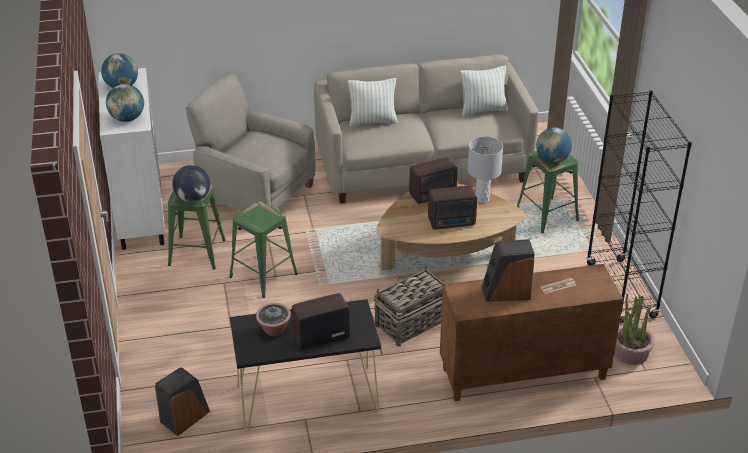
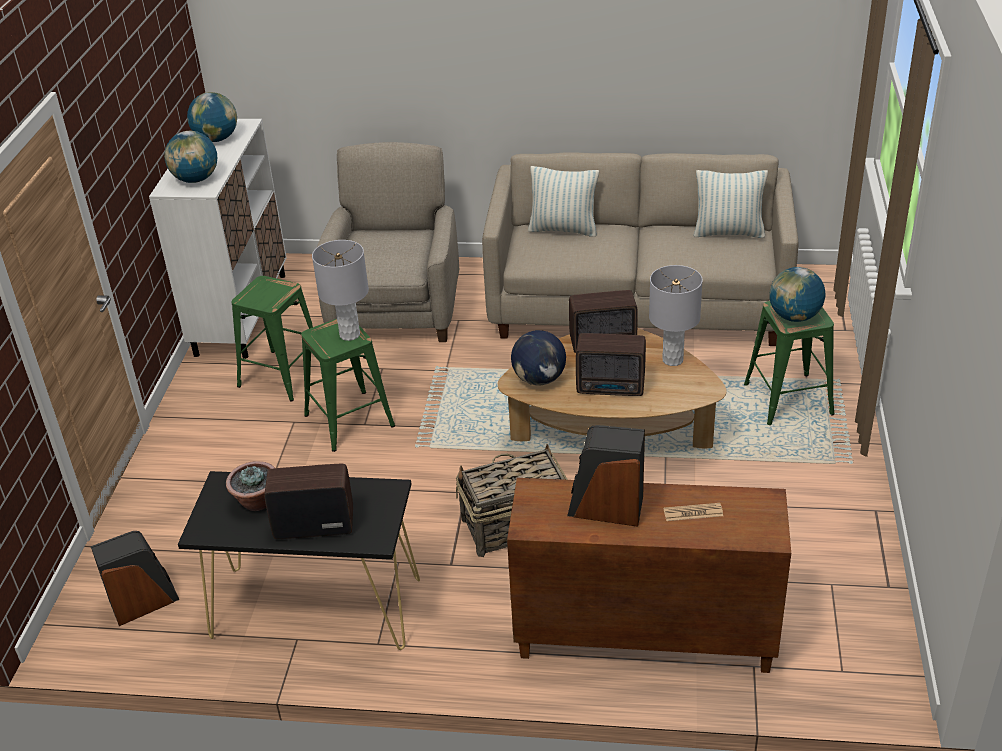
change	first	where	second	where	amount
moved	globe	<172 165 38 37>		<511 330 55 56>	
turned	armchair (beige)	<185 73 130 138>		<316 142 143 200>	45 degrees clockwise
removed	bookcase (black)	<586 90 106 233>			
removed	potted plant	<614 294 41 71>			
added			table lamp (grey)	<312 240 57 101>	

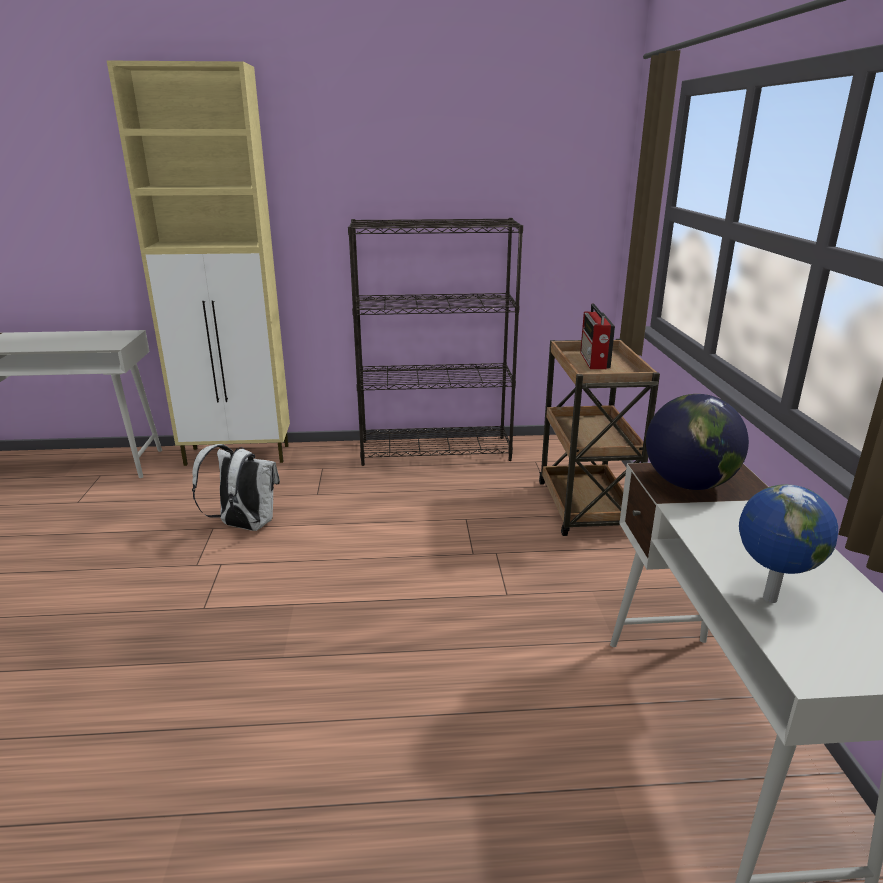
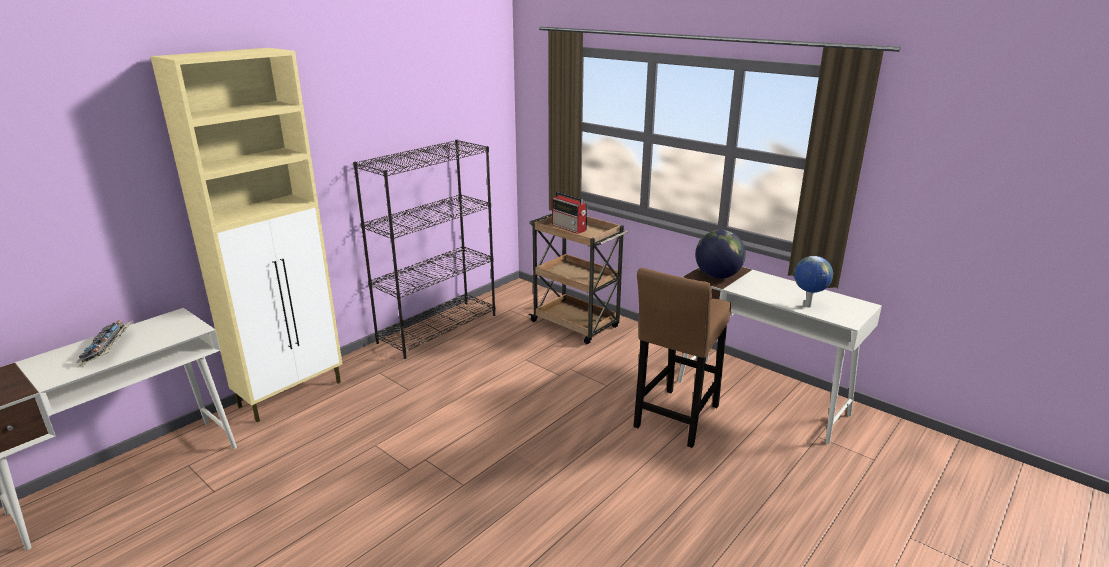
change	first	where	second	where	amount
removed	backpack (white)	<192 444 88 87>			
added			keyboard	<76 320 57 47>	
added			stool (brown)	<633 268 98 180>	

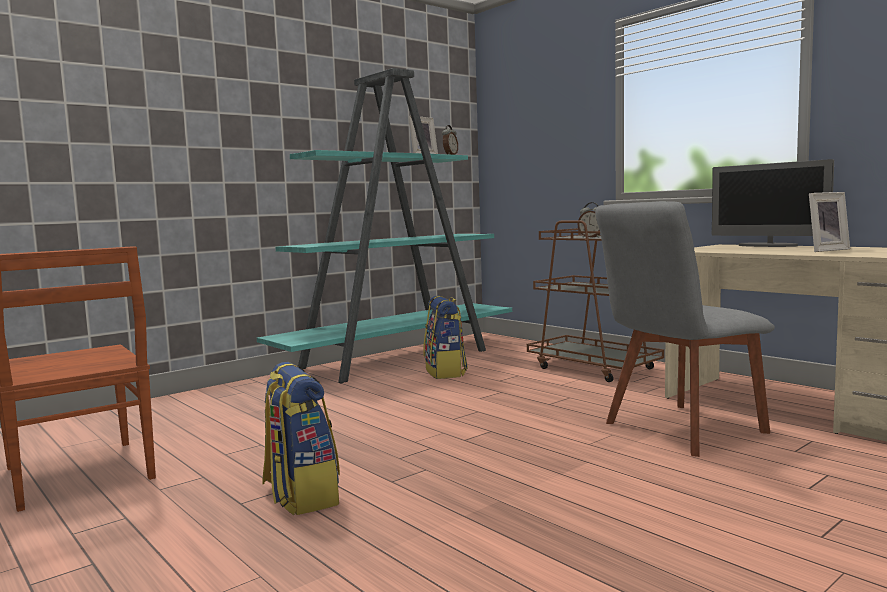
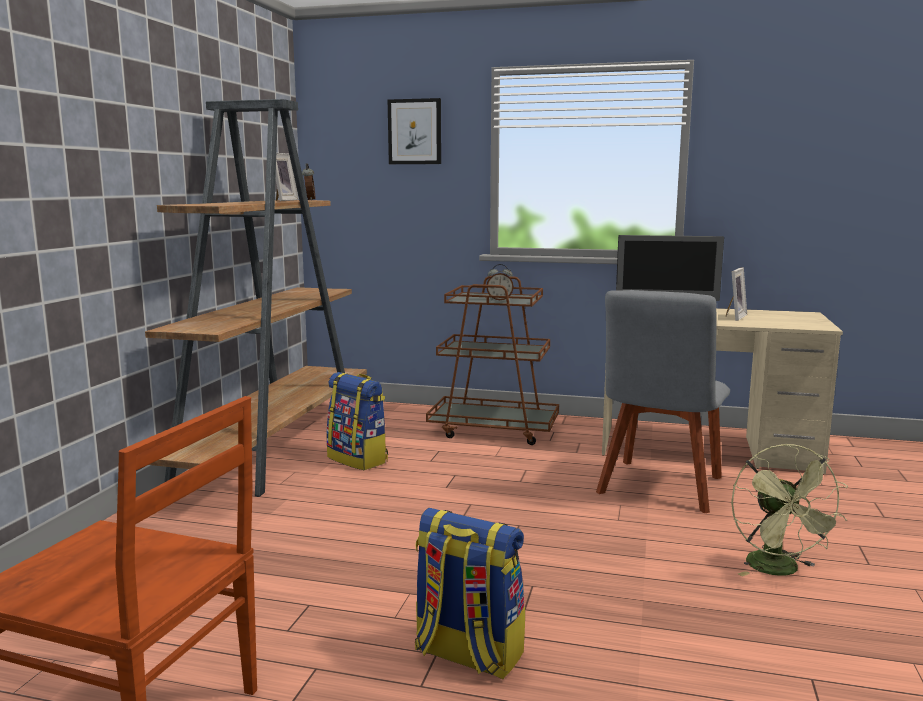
change	first	where	second	where	amount
recoloured	bookcase (turquoise)	<257 68 255 315>	bookcase (brown)	<145 99 222 398>	
added			picture	<388 98 53 66>	
added			fan (green)	<731 444 117 132>	

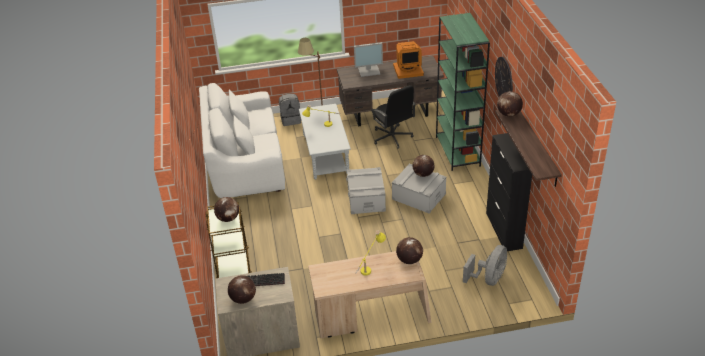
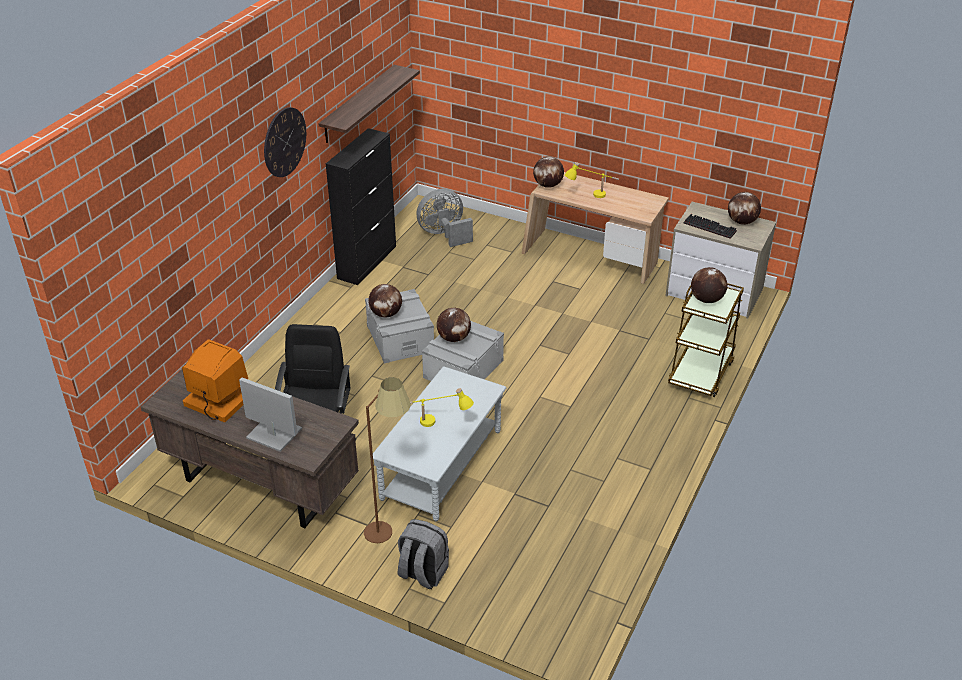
change	first	where	second	where	amount
removed	sofa (white)	<199 83 86 115>			
removed	bookcase (green)	<436 13 54 158>			
moved	globe	<497 91 26 26>		<437 308 34 34>	

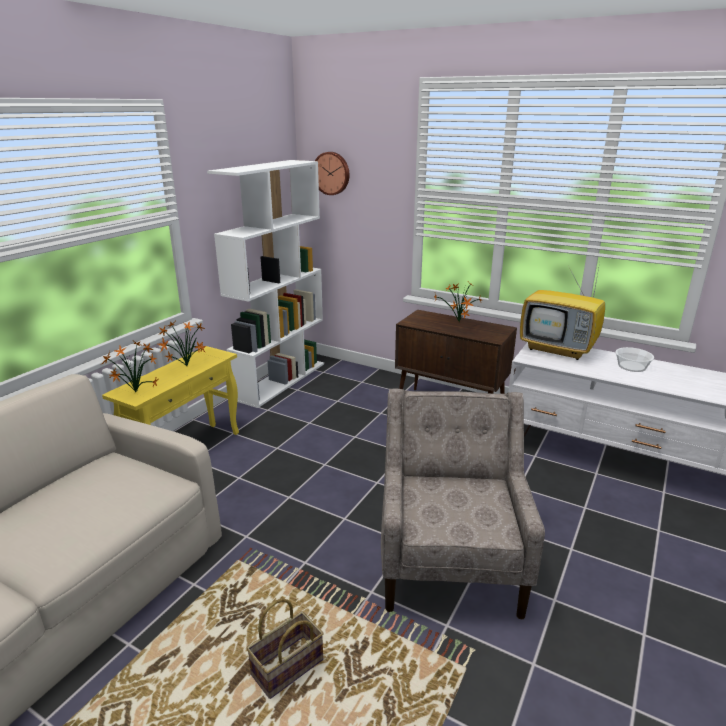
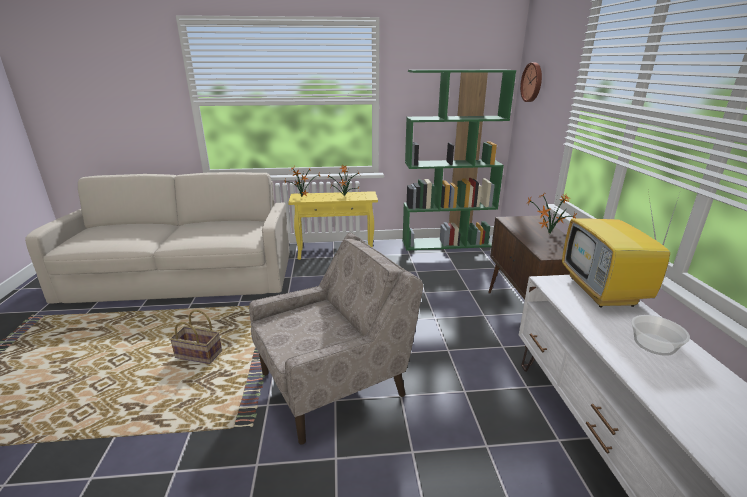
change	first	where	second	where	amount
recoloured	bookcase (white)	<207 160 117 248>	bookcase (green)	<402 70 114 181>	

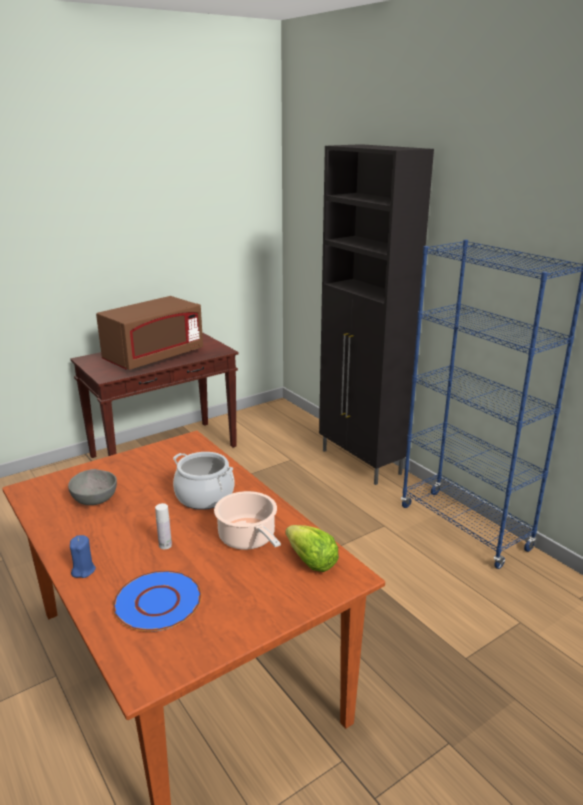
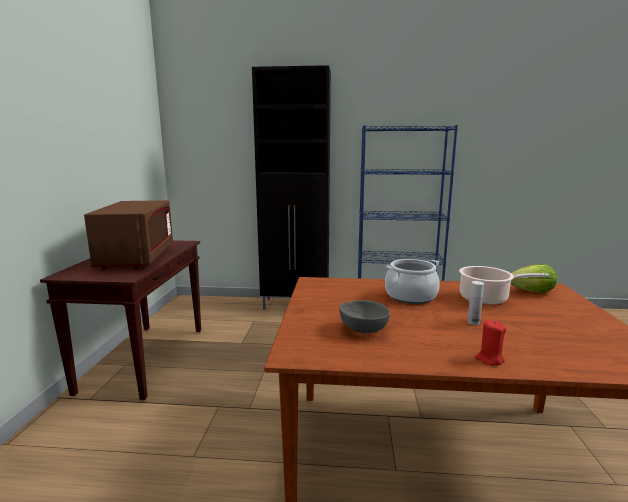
change	first	where	second	where	amount
recoloured	candle (blue)	<70 535 26 43>	candle (red)	<475 319 31 47>	
removed	plate (blue)	<113 570 88 62>			

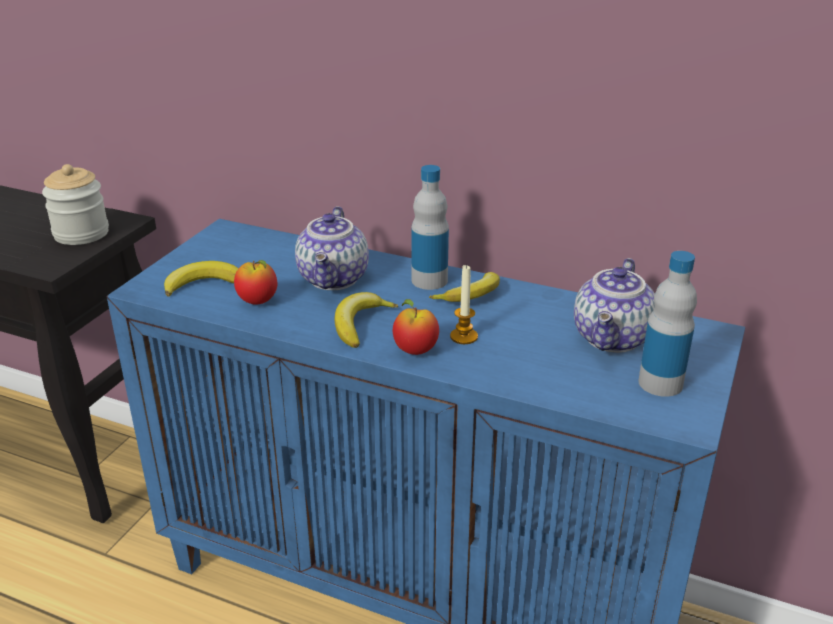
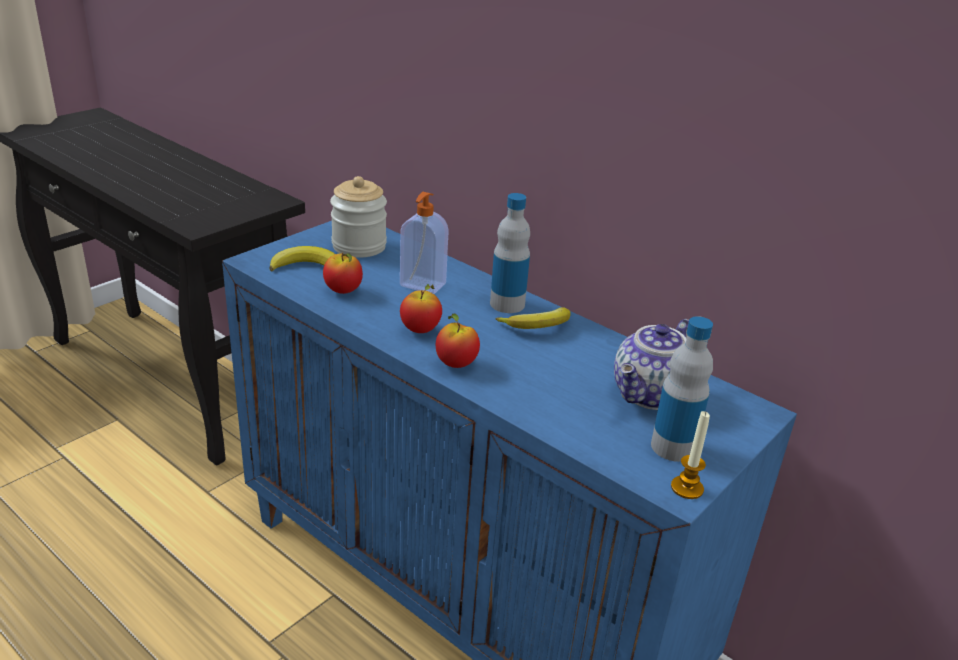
change	first	where	second	where	amount
moved	jar	<42 164 67 81>		<330 176 57 82>	
replaced	teapot	<295 206 74 84>	soap dispenser	<400 192 49 102>	
replaced	banana	<335 292 63 56>	apple	<400 284 42 49>	
moved	candle	<450 264 28 80>		<671 411 39 88>	

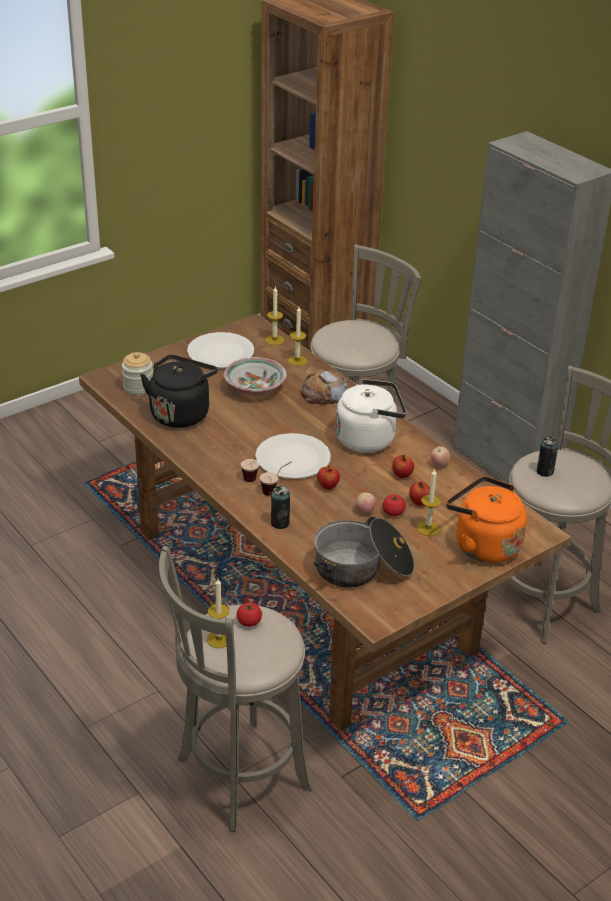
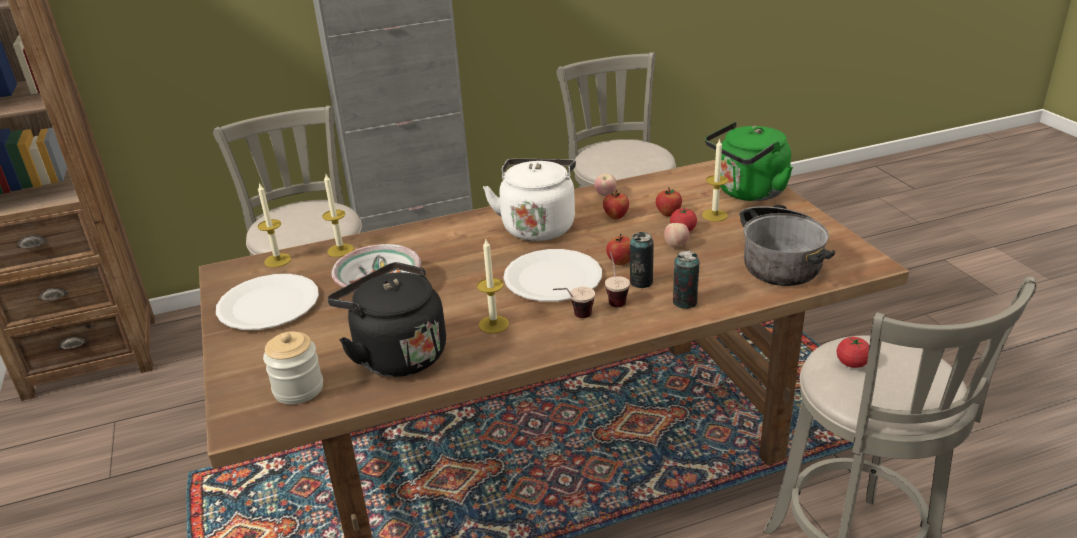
change	first	where	second	where	amount
moved	candle	<207 579 23 69>		<477 239 32 95>	
removed	bread	<300 369 48 36>			
recoloured	kettle (orange)	<446 476 81 87>	kettle (green)	<705 122 88 79>	
moved	can	<536 437 22 40>		<630 232 24 56>	

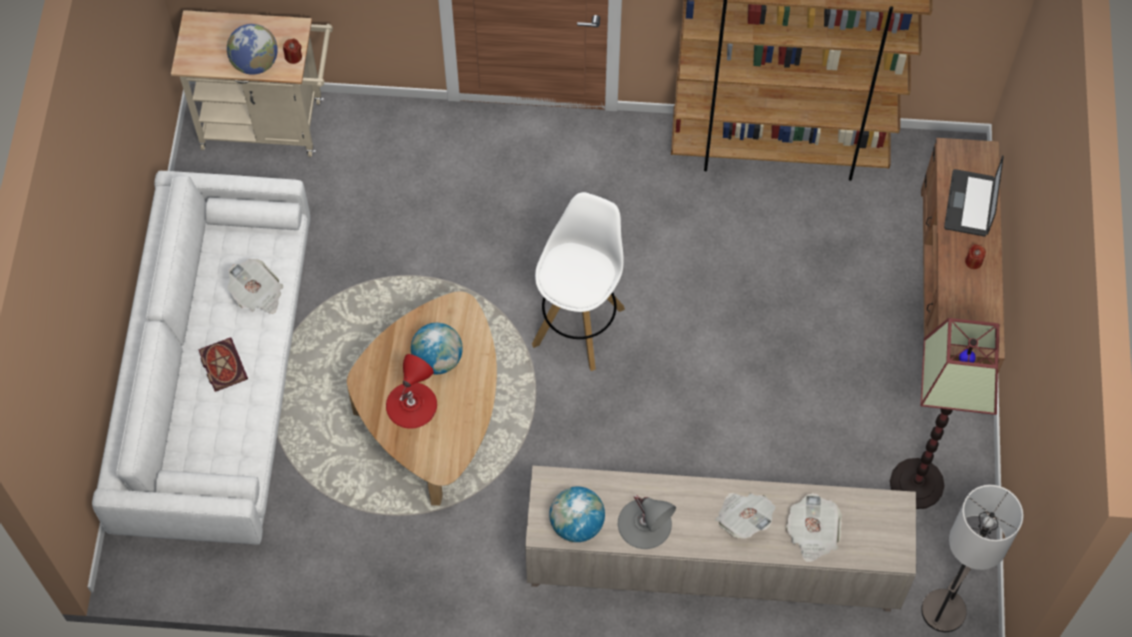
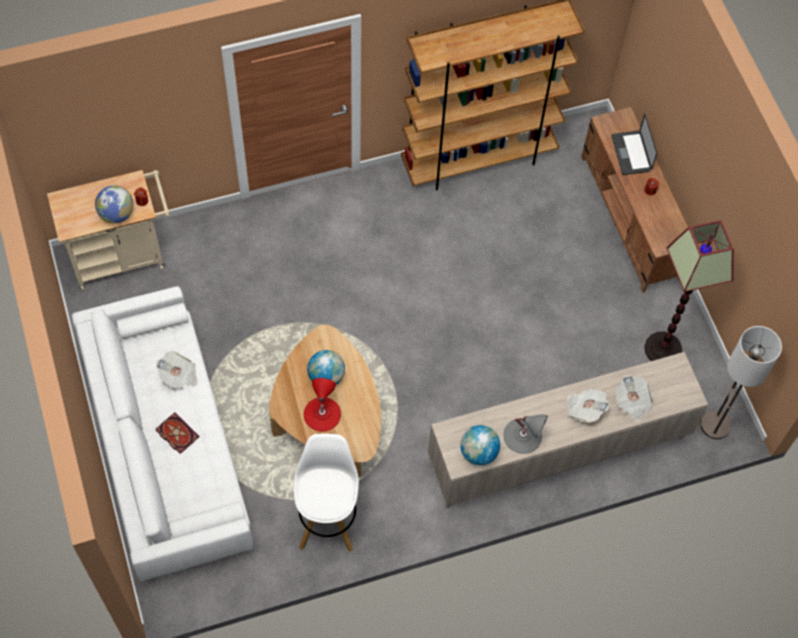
change	first	where	second	where	amount
moved	stool (white)	<532 192 93 179>		<294 433 65 119>	

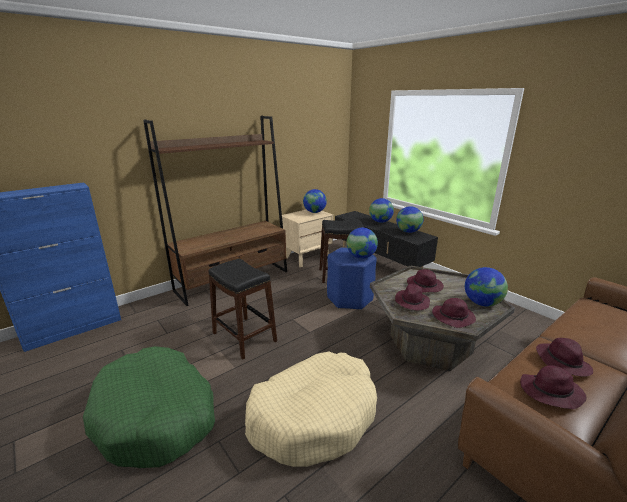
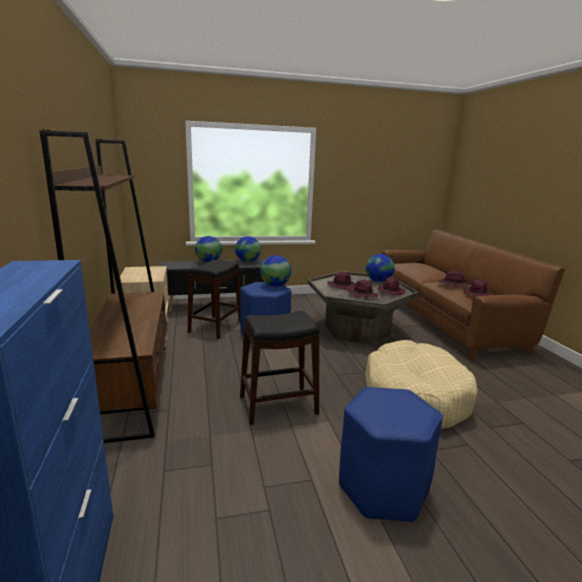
change	first	where	second	where	amount
replaced	dog bed (green)	<83 346 132 122>	stool (blue)	<339 387 104 136>	
removed	globe	<303 189 24 24>			

